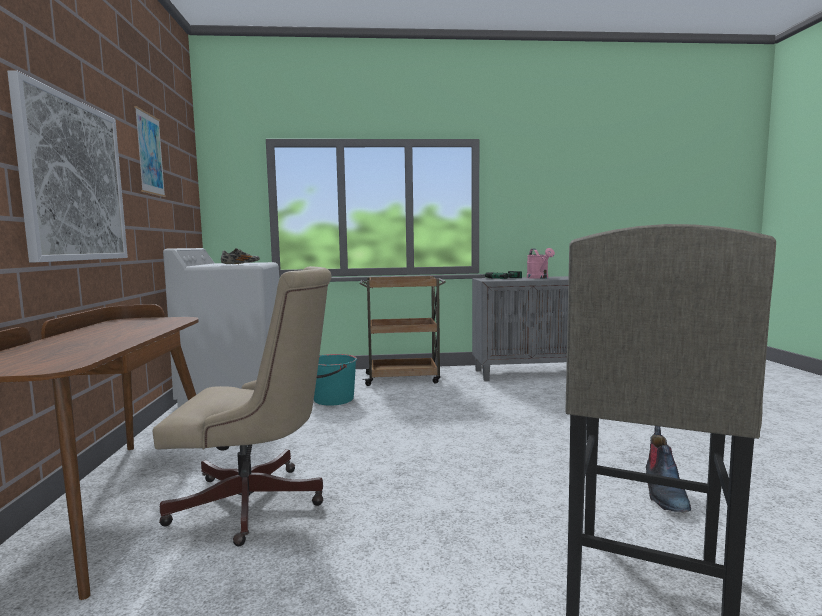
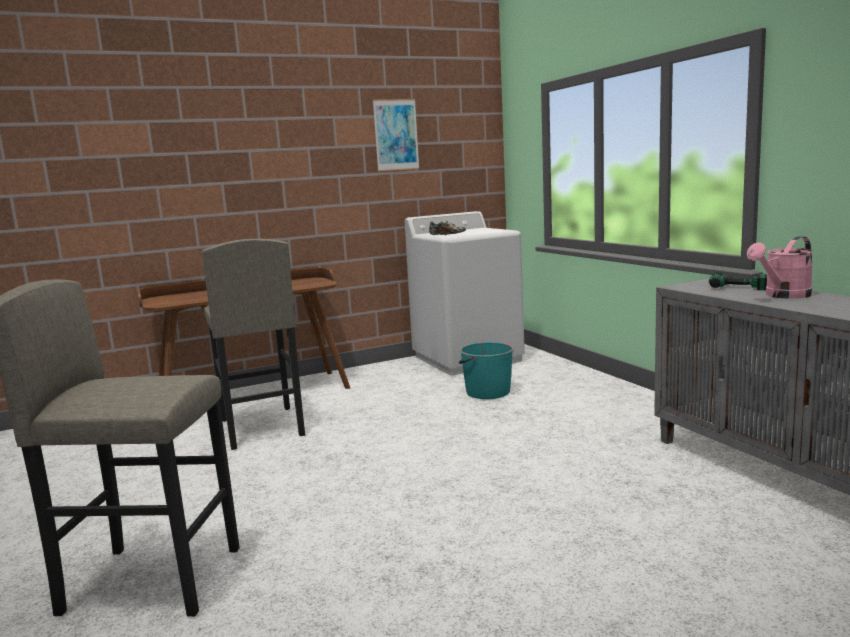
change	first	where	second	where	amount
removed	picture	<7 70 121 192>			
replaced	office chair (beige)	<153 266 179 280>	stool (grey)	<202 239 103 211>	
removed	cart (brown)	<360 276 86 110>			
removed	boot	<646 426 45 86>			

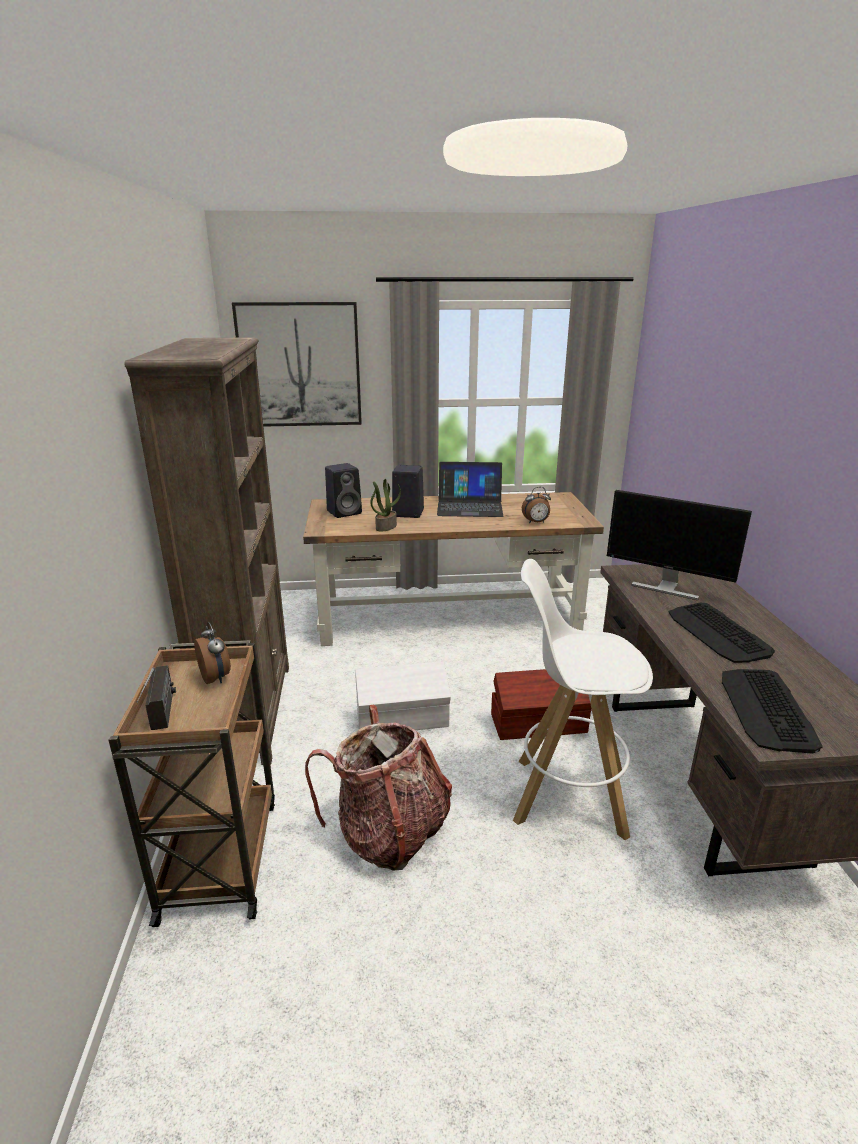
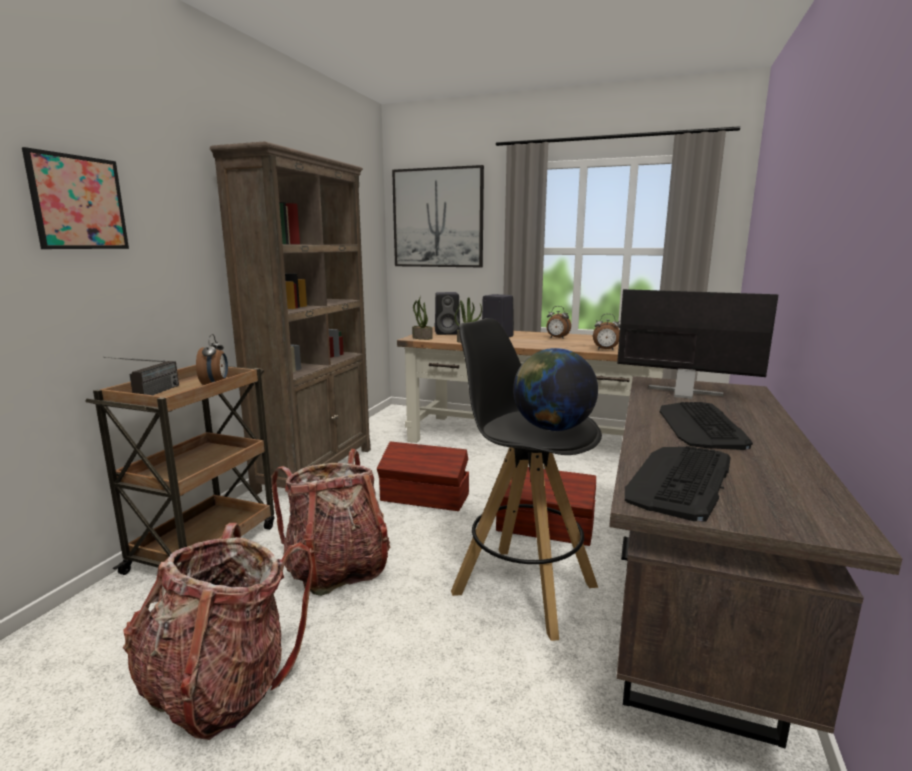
change	first	where	second	where	amount
recoloured	storage box (white)	<355 662 96 68>	storage box (brown)	<377 442 92 69>	
replaced	laptop	<437 462 66 55>	alarm clock	<546 306 25 32>	
recoloured	stool (white)	<513 559 140 281>	stool (black)	<451 318 151 323>	
turned	monitor	<607 490 145 110>		<617 289 161 110>	150 degrees clockwise
added			picture	<22 147 107 102>	
added			backpack	<123 523 190 217>	
added			potted plant	<412 296 21 44>	
added			globe	<513 348 85 83>	

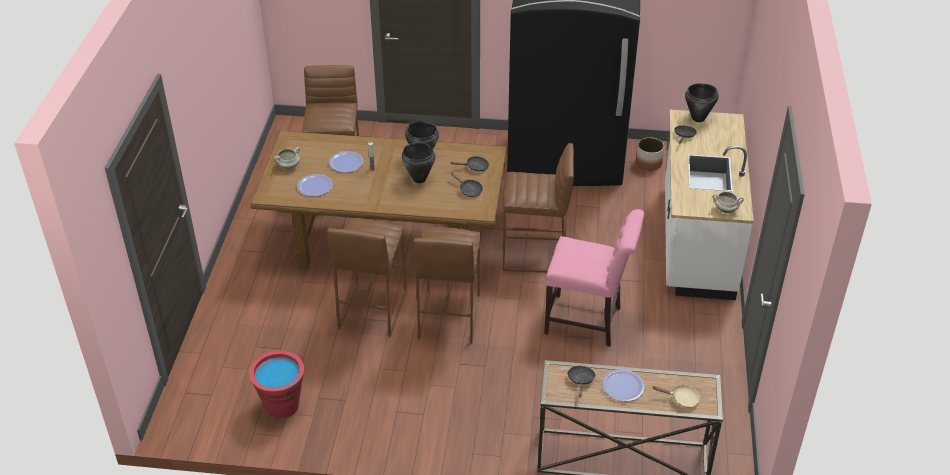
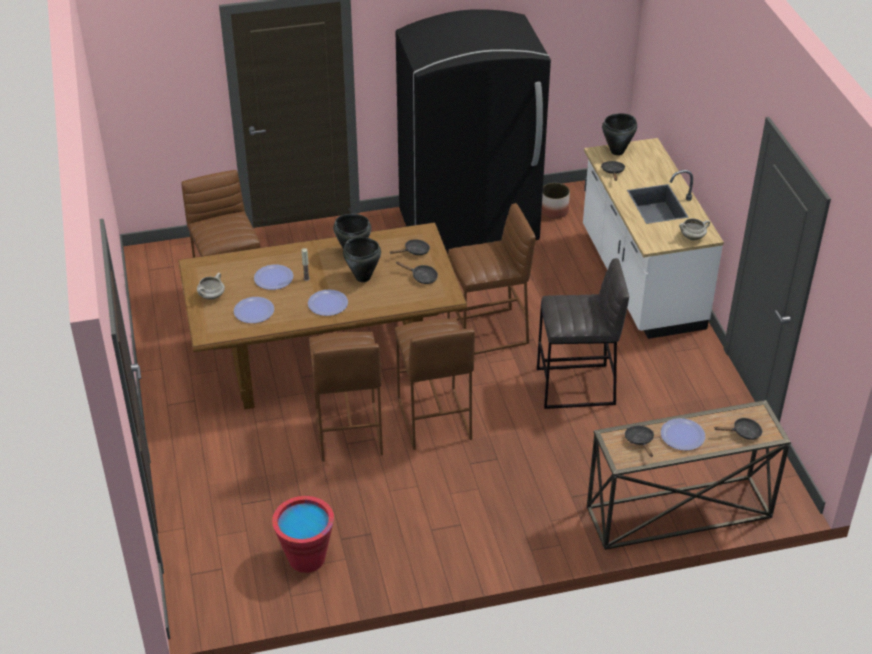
change	first	where	second	where	amount
replaced	chair (pink)	<544 209 101 138>	stool (grey)	<537 258 92 151>	
recoloured	frying pan (beige)	<652 385 48 23>	frying pan (black)	<714 418 48 22>	
added			plate	<308 289 40 27>	

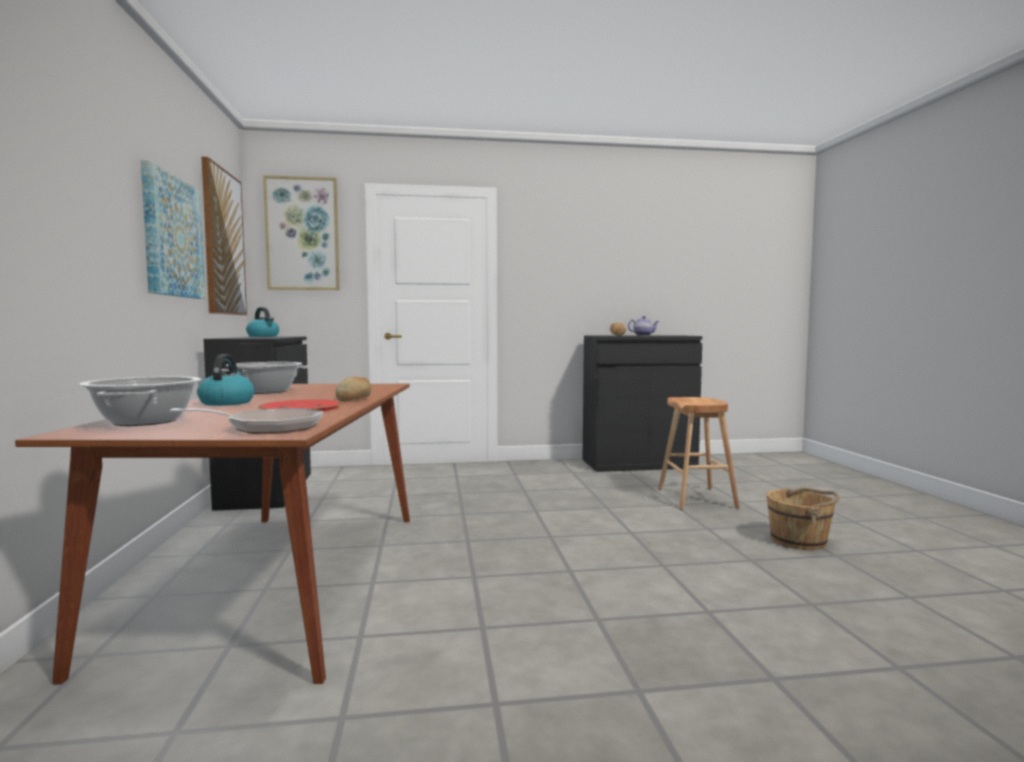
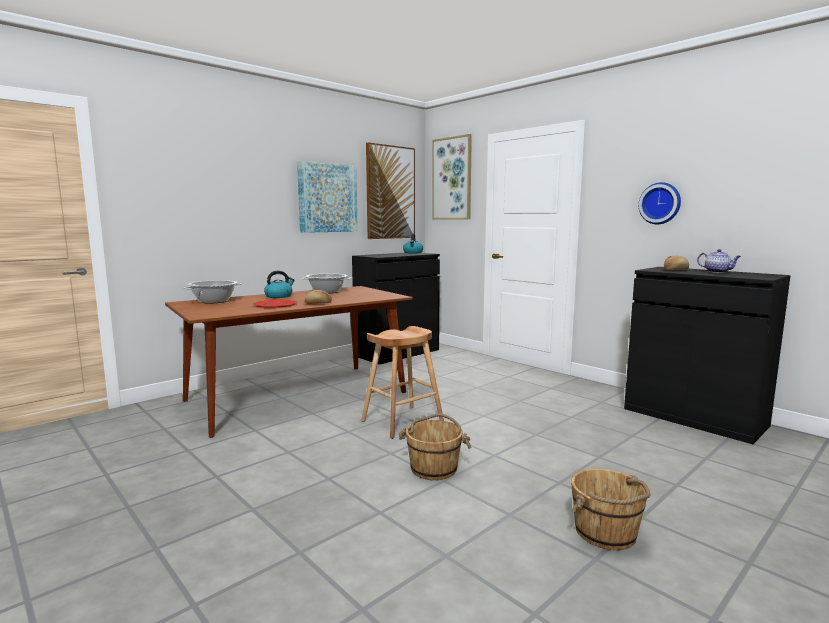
change	first	where	second	where	amount
removed	frying pan	<170 408 153 26>			
moved	stool (brown)	<658 397 82 113>		<361 326 83 113>	
added			bucket (brown)	<399 414 72 66>	
added			wall clock	<638 182 43 42>	

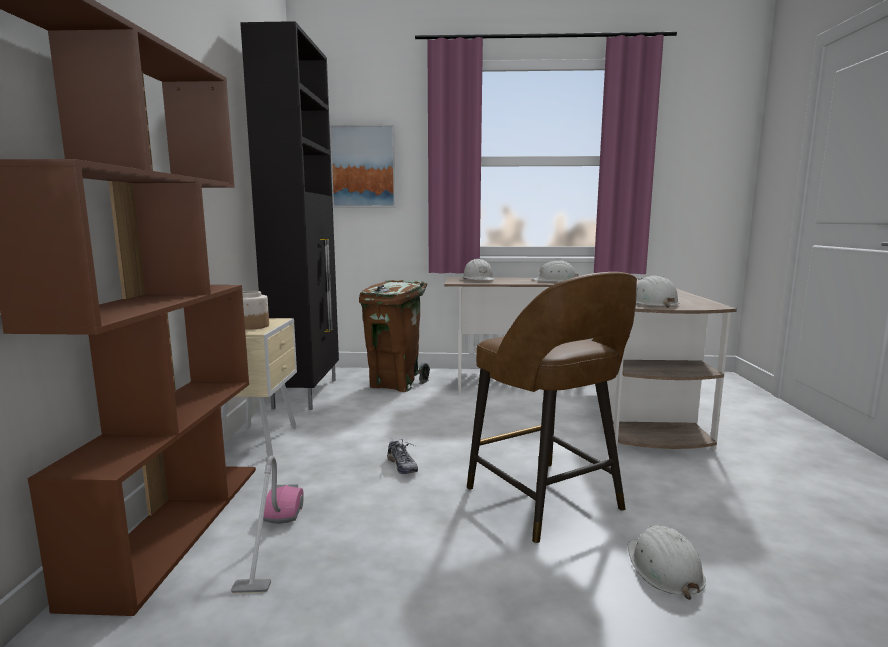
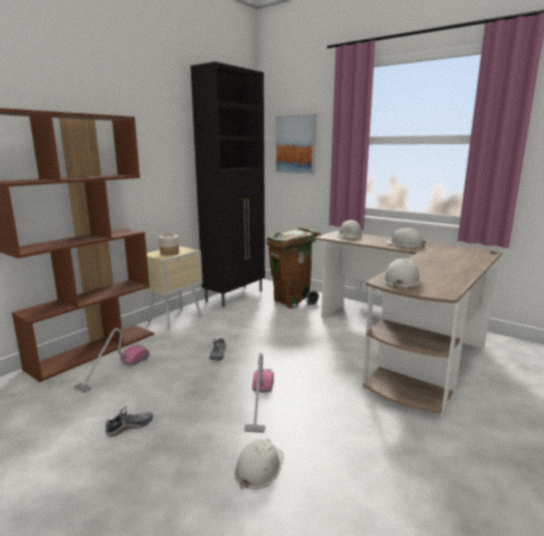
change	first	where	second	where	amount
replaced	stool (brown)	<467 272 170 271>	vacuum cleaner	<244 353 30 80>	
added			shoe	<105 407 48 30>	

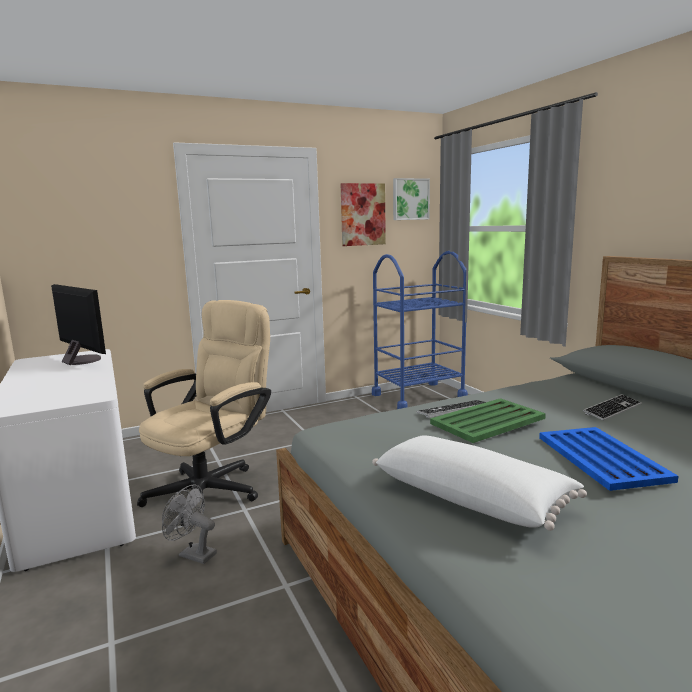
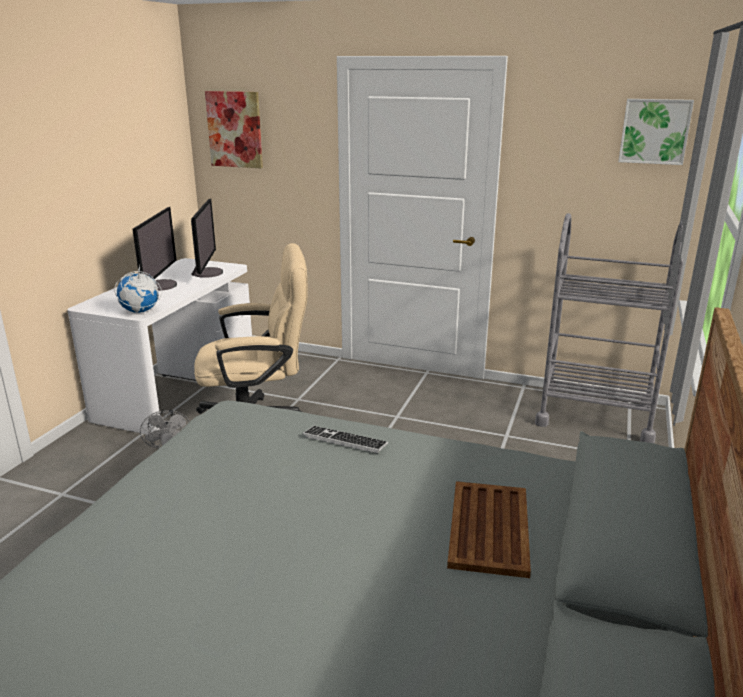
change	first	where	second	where	amount
moved	picture	<341 183 45 63>		<205 91 58 77>	
recoloured	cart (blue)	<372 251 96 158>	cart (grey)	<535 213 149 230>	
removed	pillow (white)	<372 435 215 96>			
removed	tray (green)	<430 398 116 45>			
removed	tray (blue)	<539 427 140 64>			
replaced	keyboard	<583 394 59 27>	tray (brown)	<447 481 84 97>	
added			globe	<114 266 48 47>	
added			monitor	<132 207 45 84>	

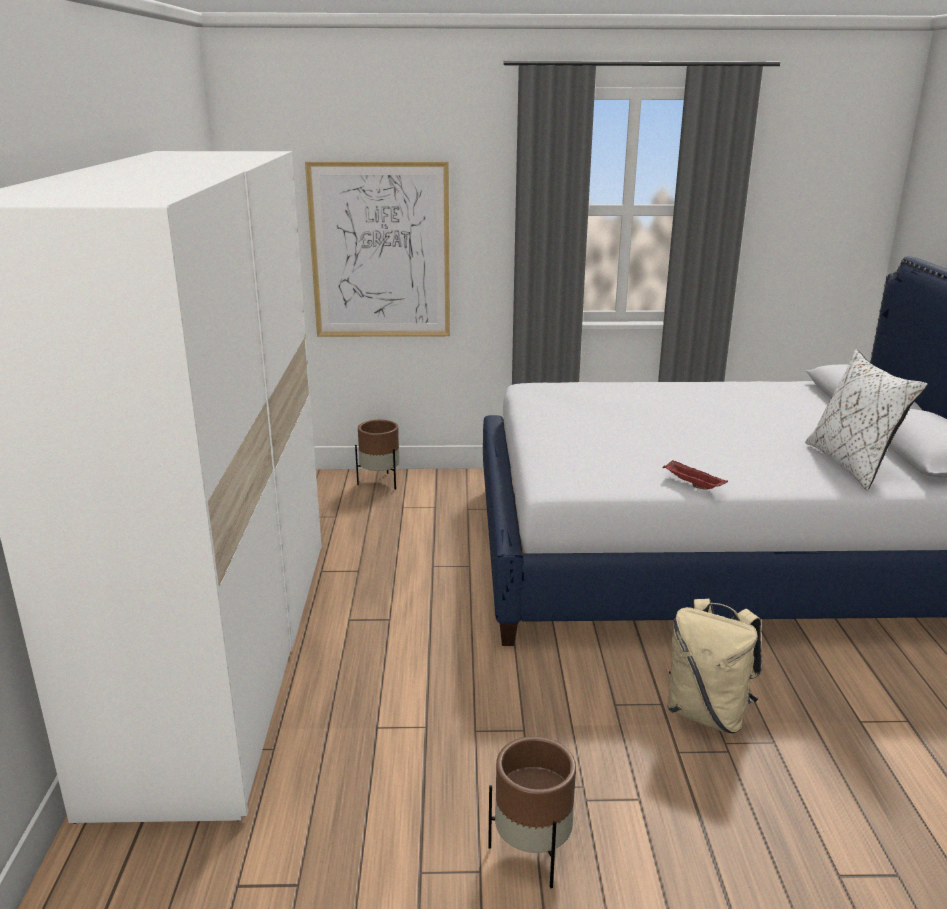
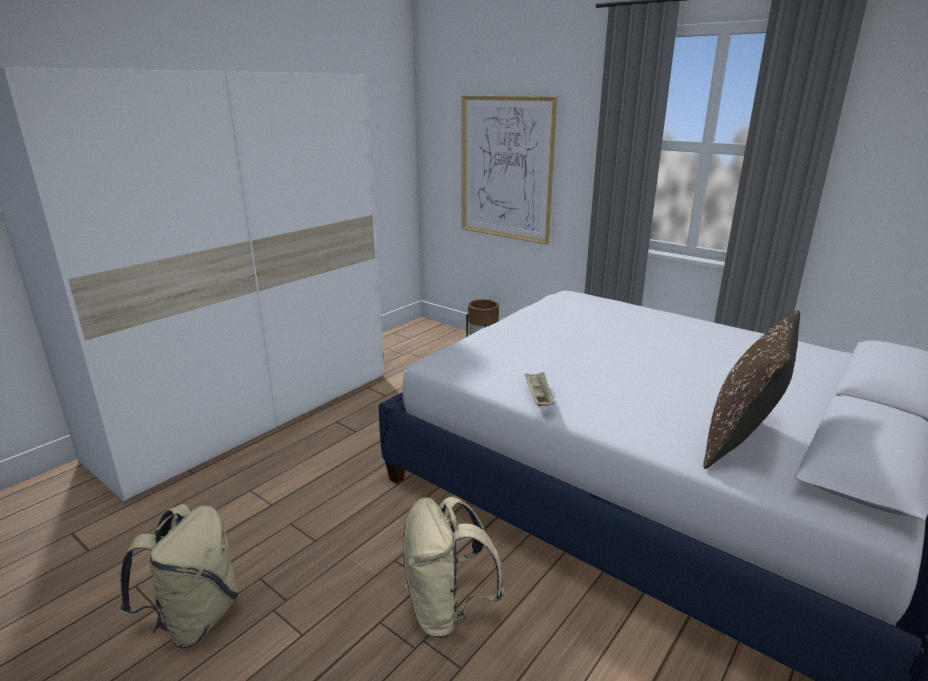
change	first	where	second	where	amount
replaced	planter (brown)	<488 736 88 152>	backpack (beige)	<120 504 119 145>	
recoloured	tray (red)	<663 460 65 30>	tray (beige)	<525 372 30 34>	
recoloured	pillow (white)	<805 350 123 141>	pillow (brown)	<703 310 97 159>	

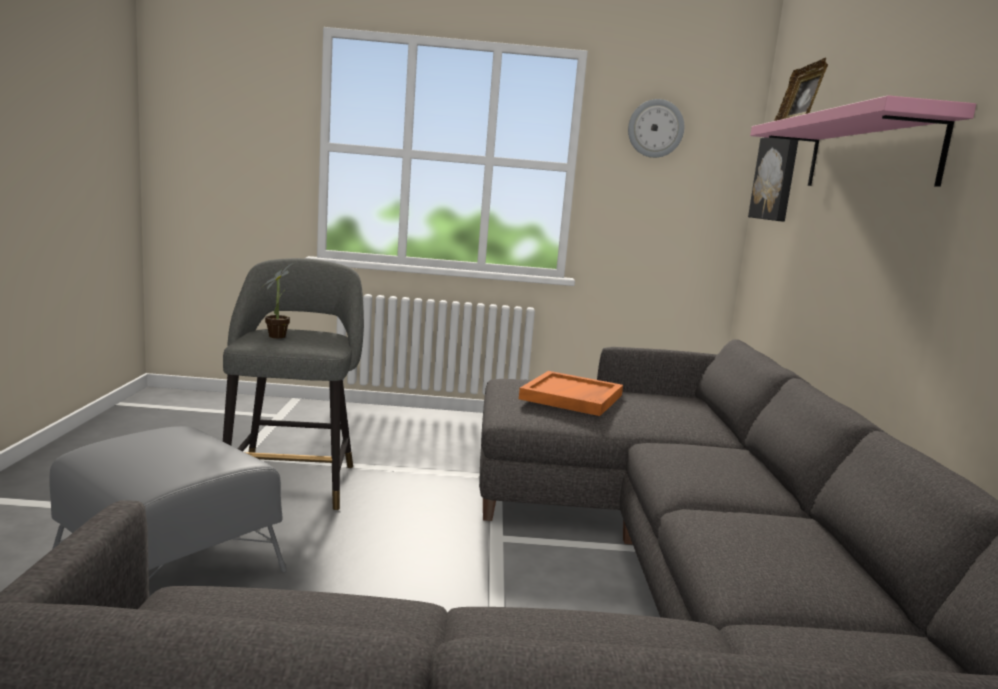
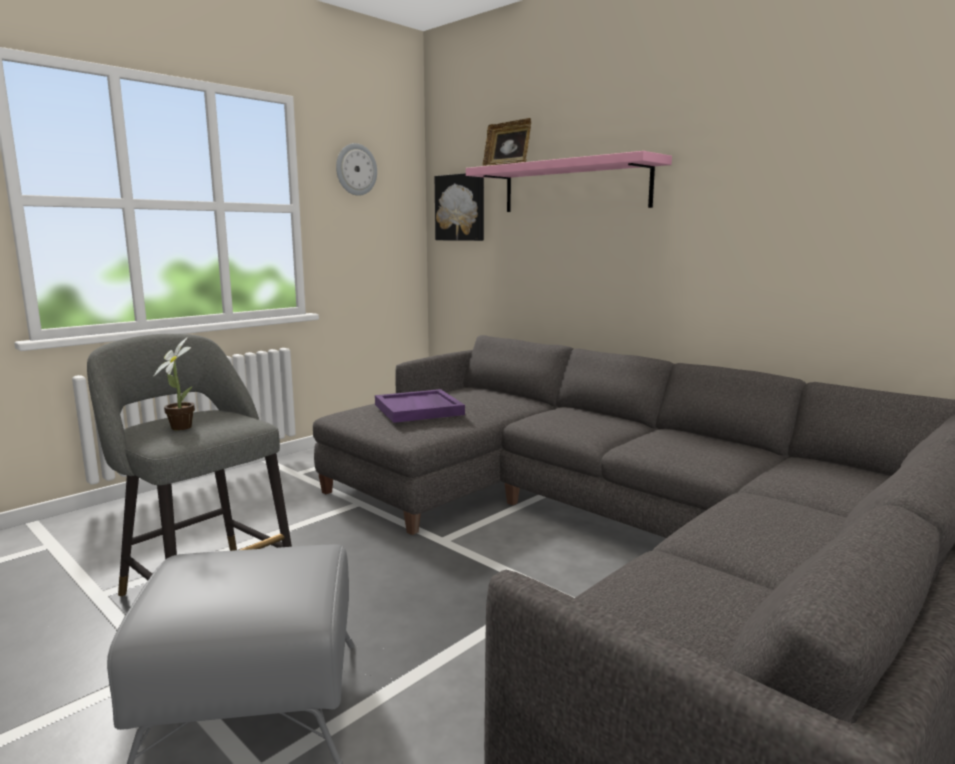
change	first	where	second	where	amount
recoloured	tray (orange)	<519 371 104 45>	tray (purple)	<375 389 90 34>	

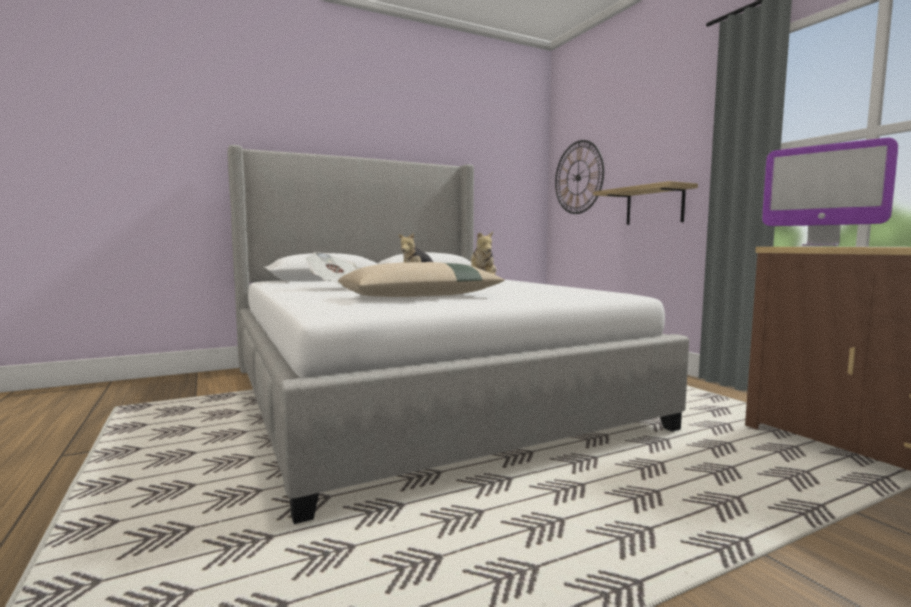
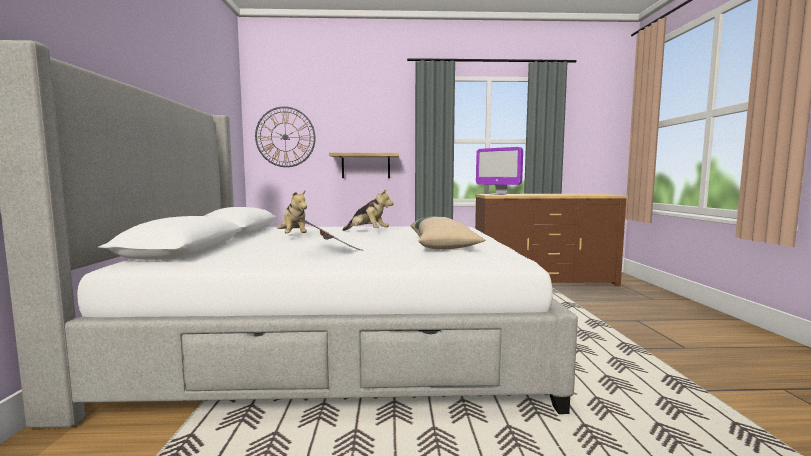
change	first	where	second	where	amount
turned	monitor	<762 138 136 108>		<476 147 47 48>	60 degrees clockwise

